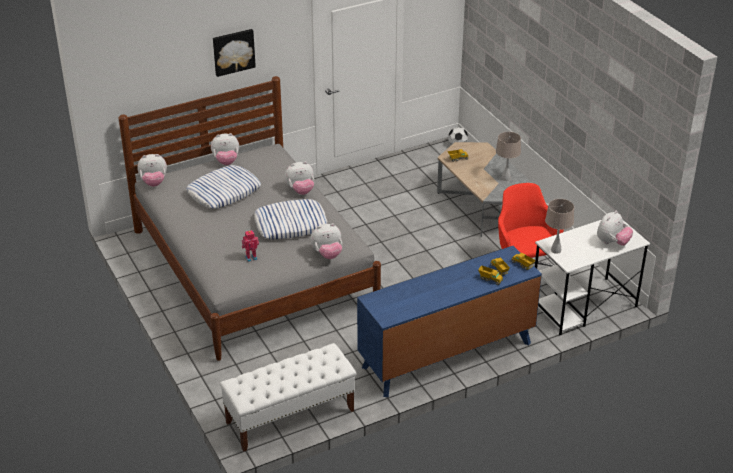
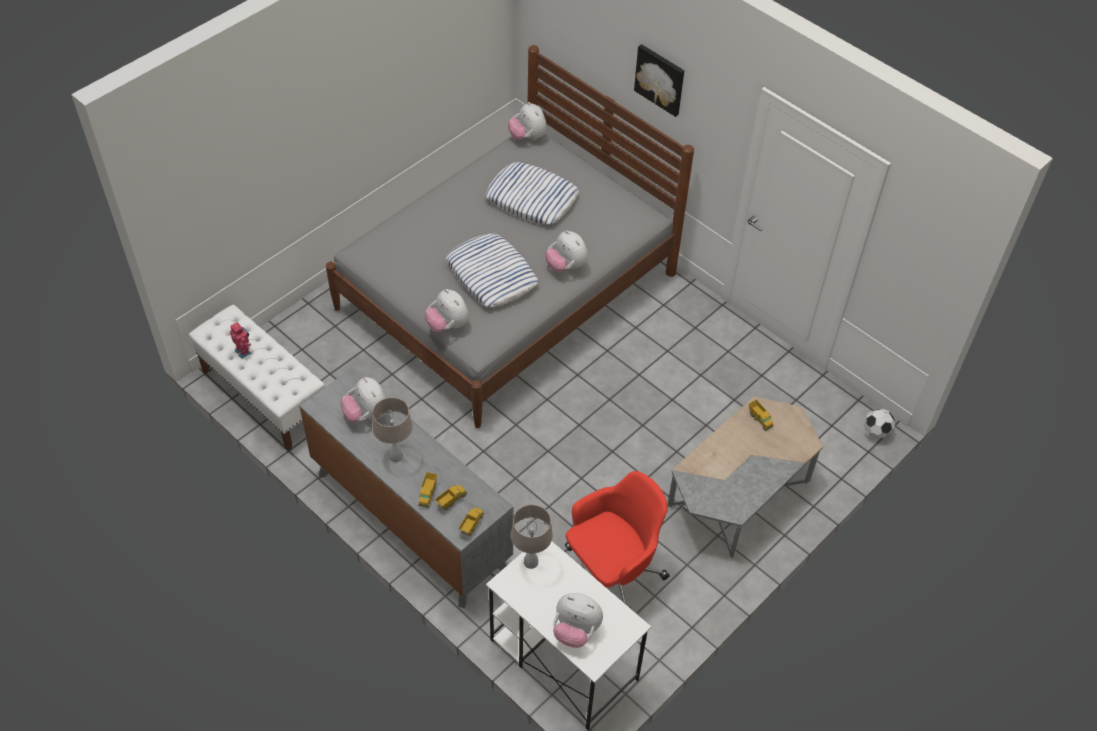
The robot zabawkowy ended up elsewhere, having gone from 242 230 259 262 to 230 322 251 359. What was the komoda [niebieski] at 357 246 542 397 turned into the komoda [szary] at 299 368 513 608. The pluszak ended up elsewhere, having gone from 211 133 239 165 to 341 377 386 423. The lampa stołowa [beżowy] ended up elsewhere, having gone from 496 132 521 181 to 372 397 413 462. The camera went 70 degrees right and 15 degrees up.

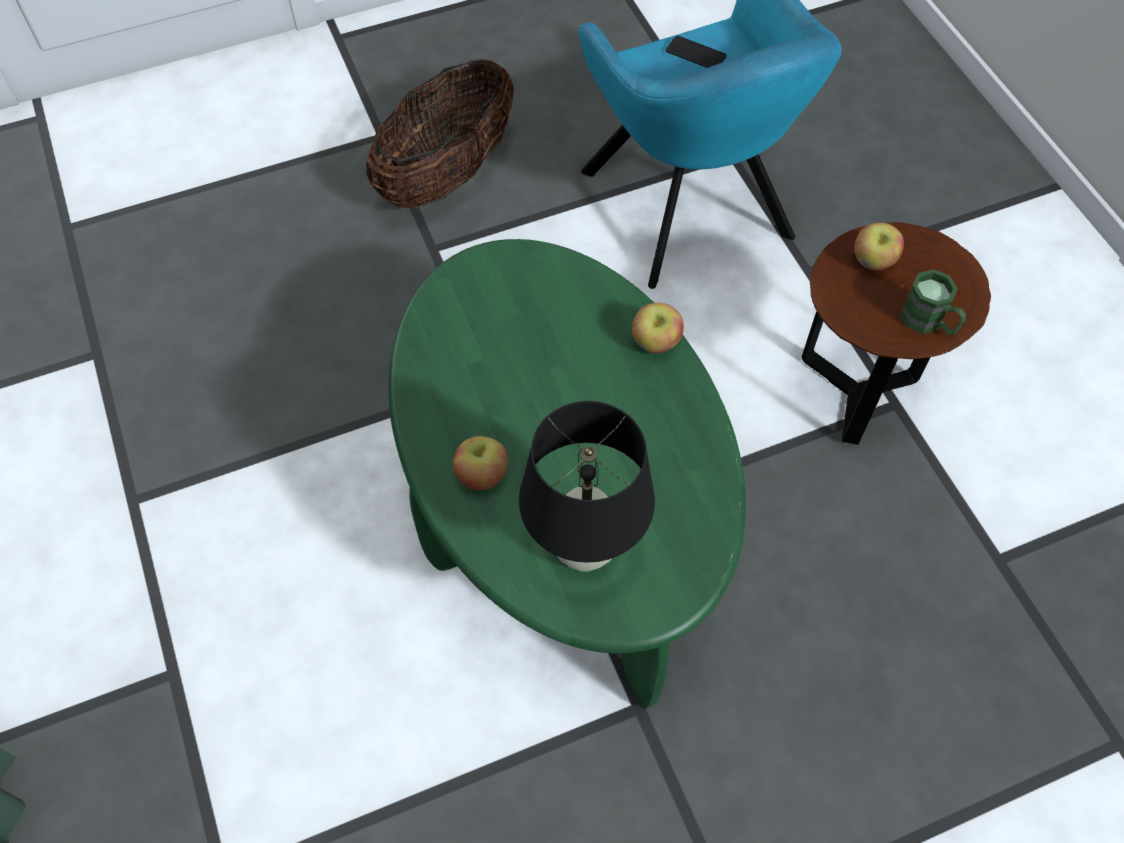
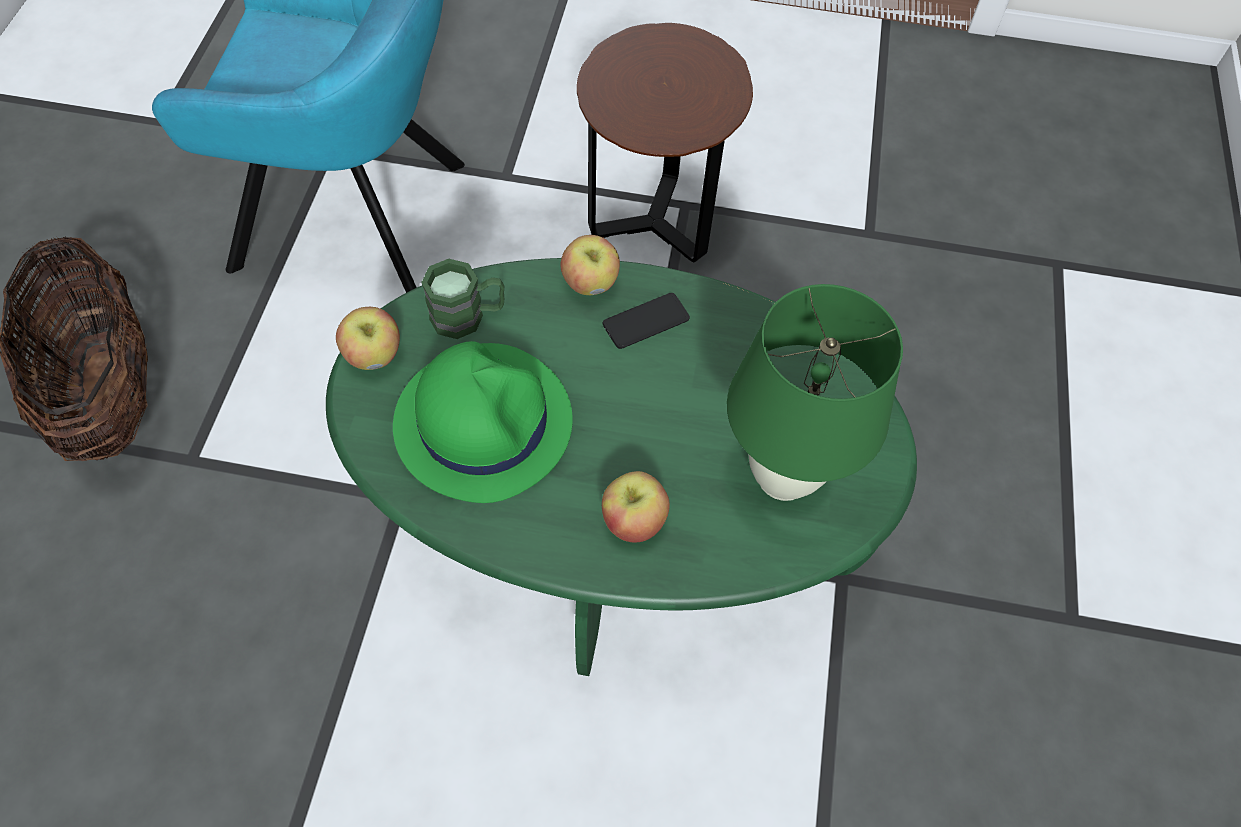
The jabłko ended up elsewhere, having gone from 854 223 904 271 to 336 307 400 370. The second view gained the kapelusz [zielony] at 393 341 572 503. The kubek [zielony] ended up elsewhere, having gone from 900 269 966 335 to 421 259 504 339. The telefon ended up elsewhere, having gone from 666 36 726 68 to 603 293 690 349. What was the lampa stołowa [czarny] at 519 401 655 571 turned into the lampa stołowa [zielony] at 727 284 903 501. The camera went 60 degrees left and 0 degrees up.

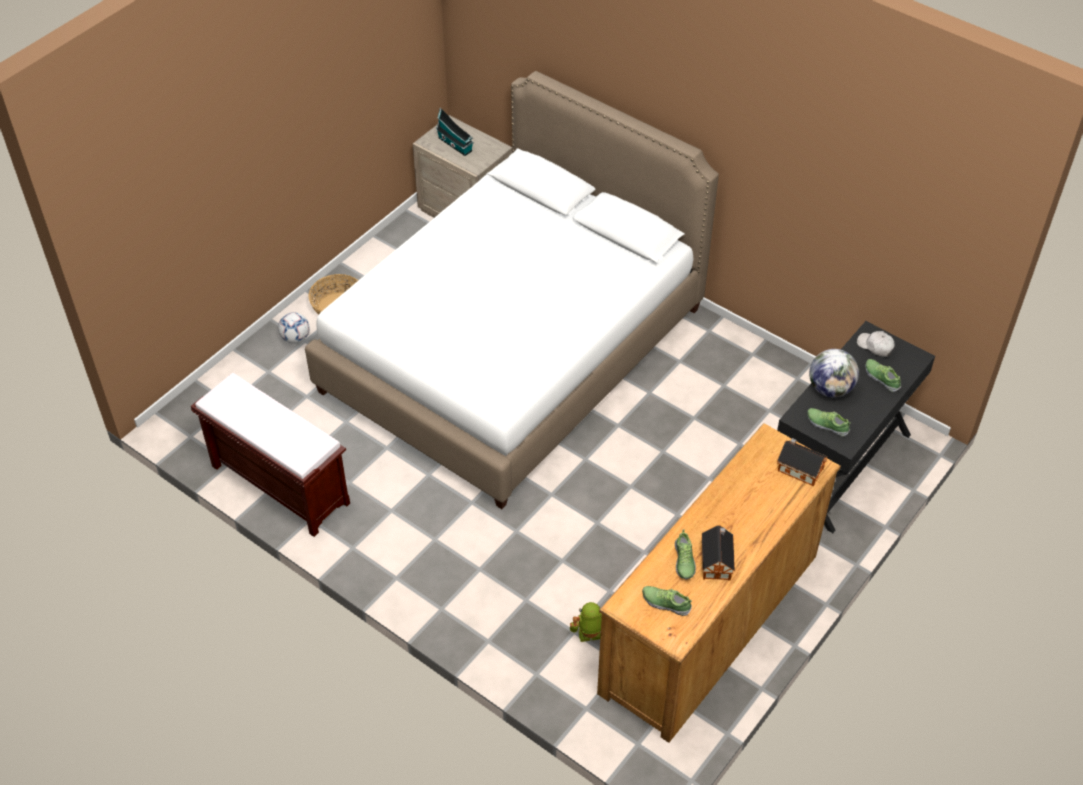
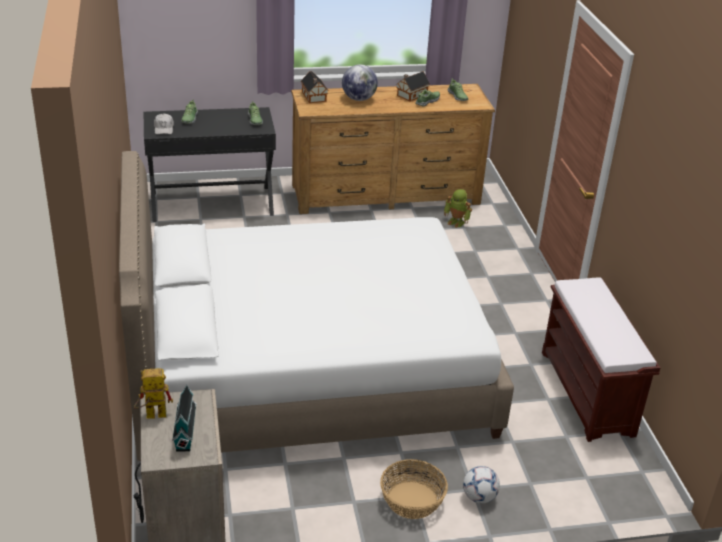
The second view gained the robot zabawkowy at 134 368 173 419. The globus ended up elsewhere, having gone from 809 349 859 398 to 342 64 378 101. The camera went 140 degrees left and 15 degrees down.

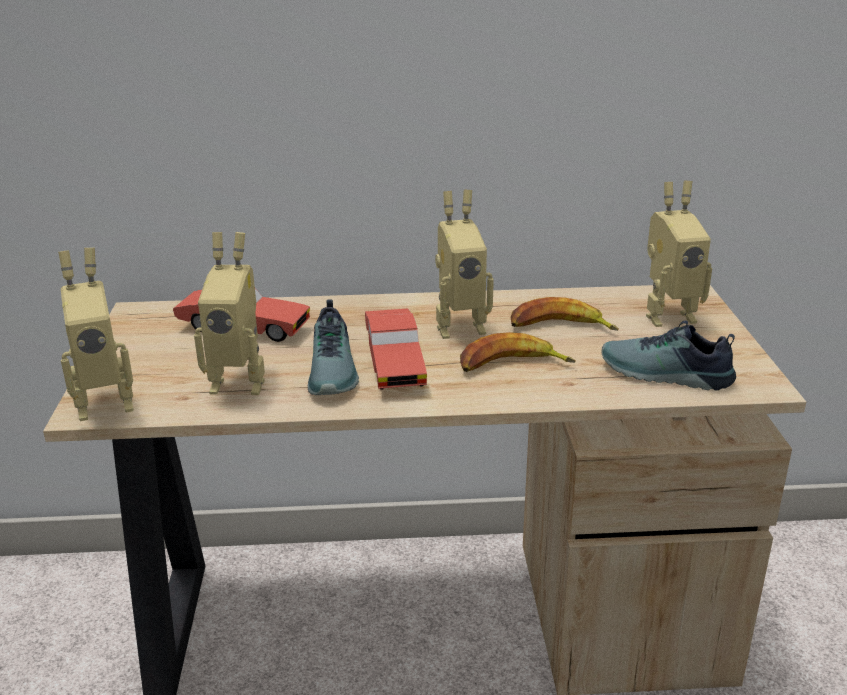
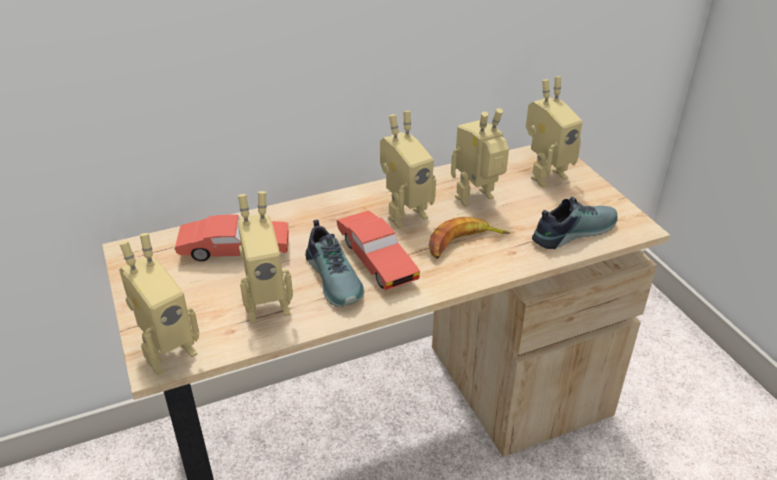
Where the banan stood at 511 297 618 331, the robot zabawkowy came to stand at 451 108 509 207. The but at 601 321 736 391 ended up facing another way, 150 degrees clockwise from before. The camera went 20 degrees left and 10 degrees up.

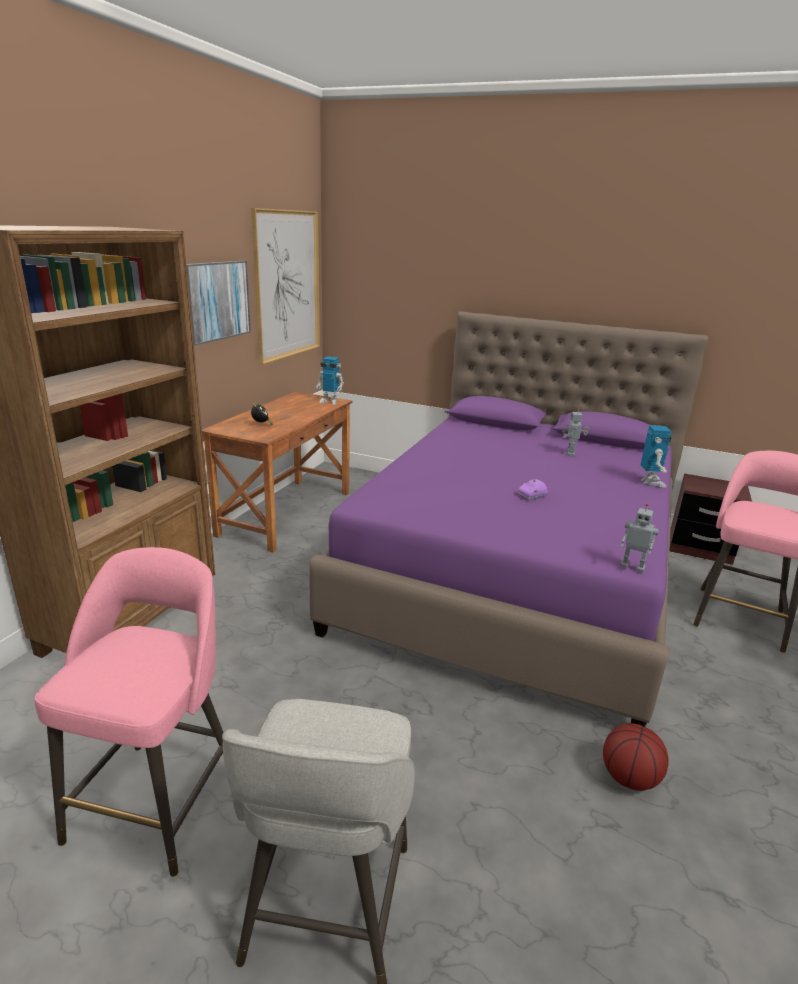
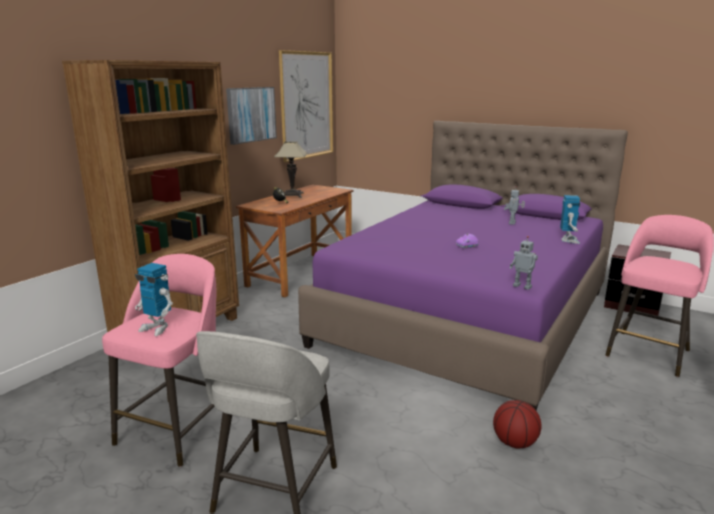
The robot zabawkowy ended up elsewhere, having gone from 316 356 344 405 to 135 263 173 336. The second view gained the lampa stołowa at 274 141 307 198. The camera went 10 degrees right and 5 degrees down.

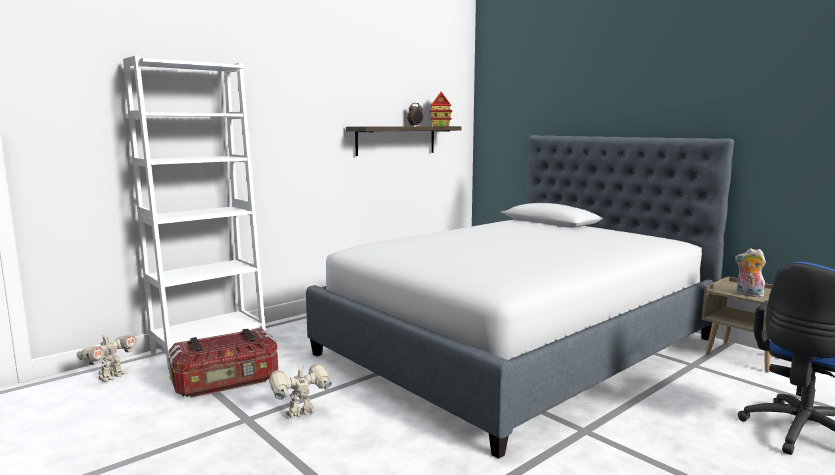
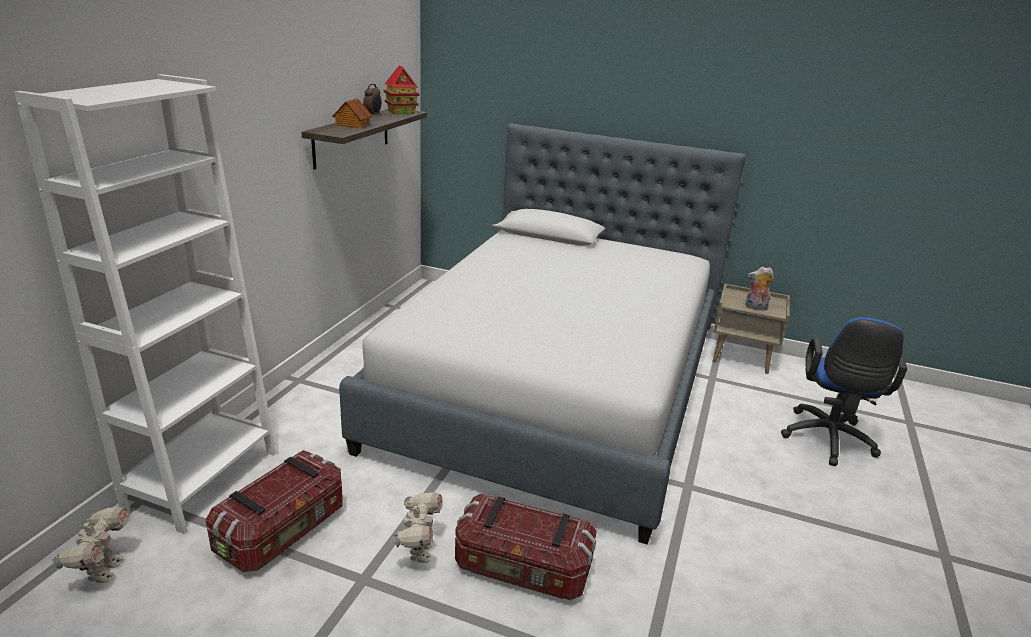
The second view gained the domek at 332 98 372 128. The robot zabawkowy at 269 364 332 418 ended up facing another way, 150 degrees clockwise from before. The second view gained the pojemnik do przechowywania at 455 493 597 600. The camera went 30 degrees left and 15 degrees up.

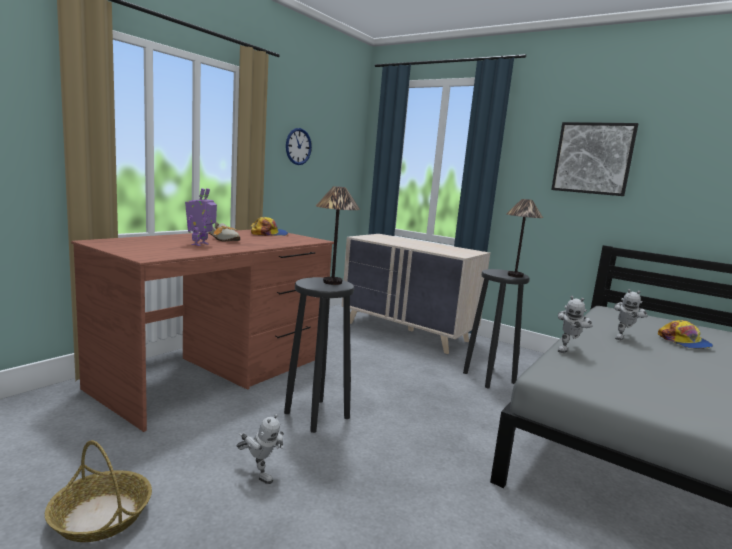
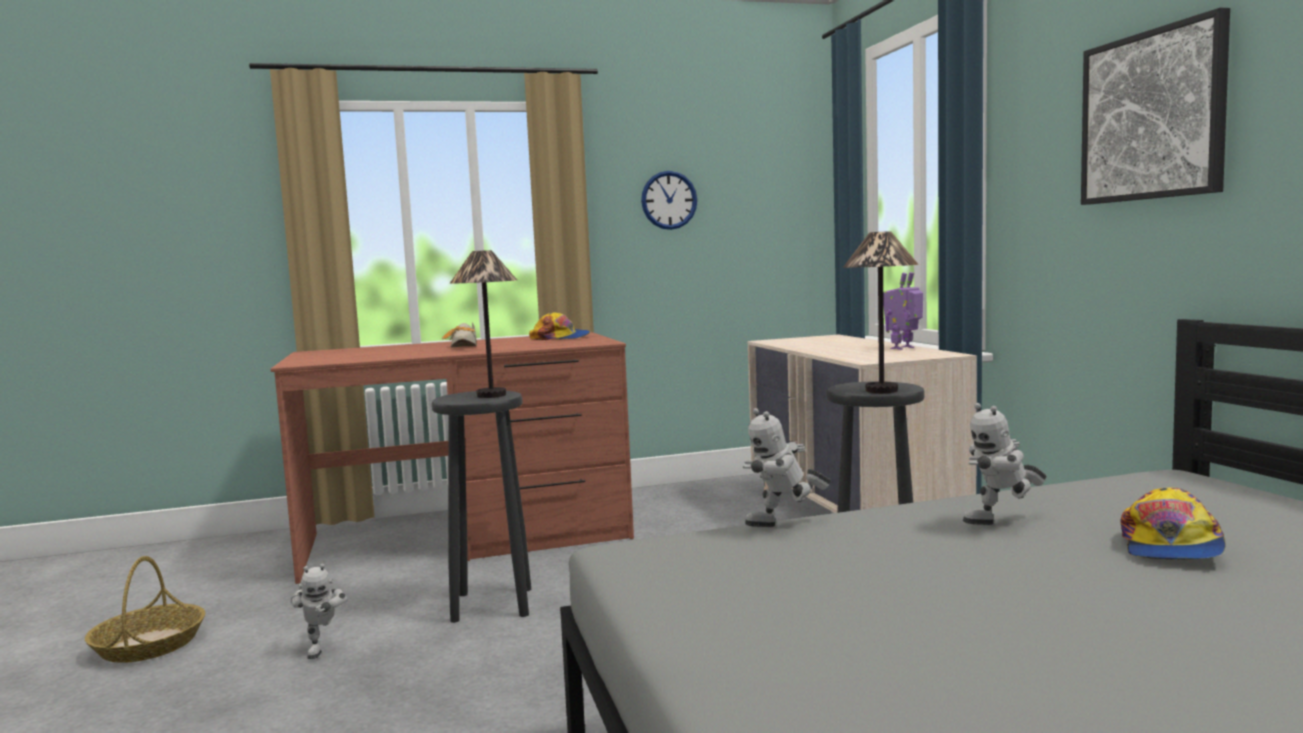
The robot zabawkowy ended up elsewhere, having gone from 185 188 217 246 to 883 272 923 350. The camera went 40 degrees right and 5 degrees down.

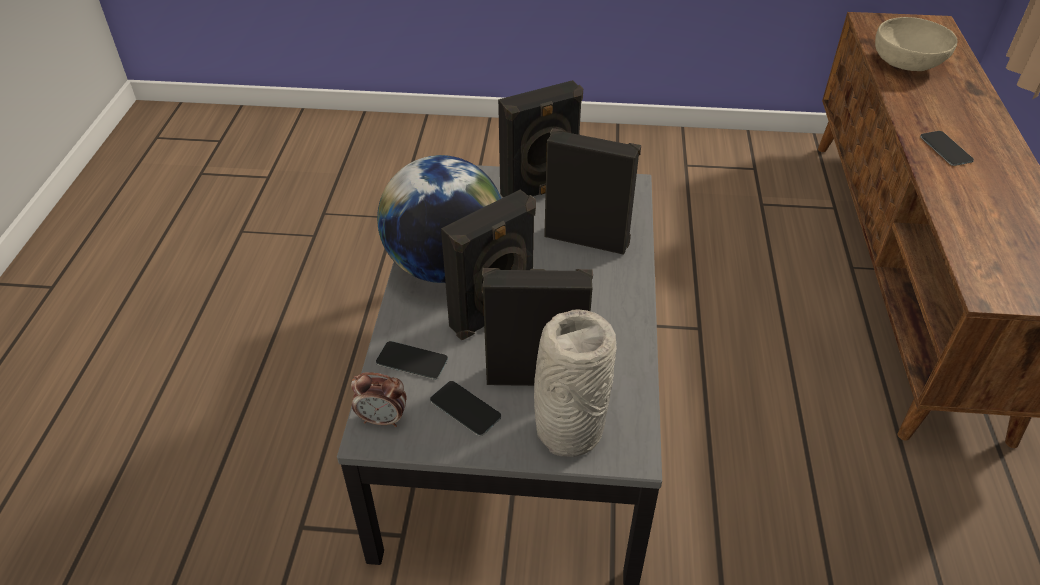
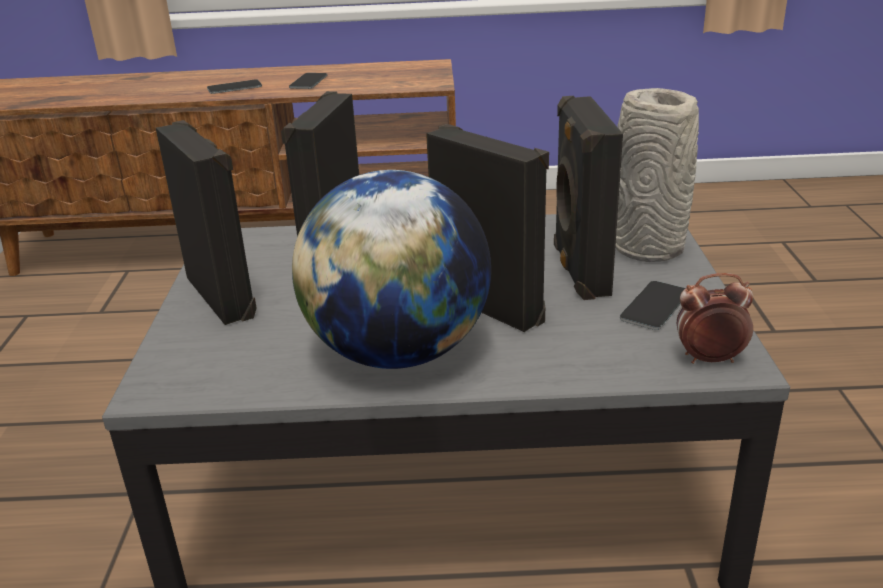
The telefon ended up elsewhere, having gone from 376 341 448 380 to 289 73 327 89. The budzik at 351 372 407 427 ended up facing another way, 90 degrees counterclockwise from before. The second view lost the miska [beżowy] at 875 17 957 71. The camera went 95 degrees left and 15 degrees down.

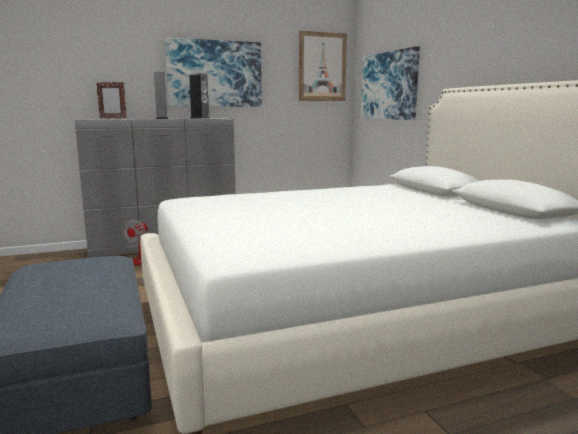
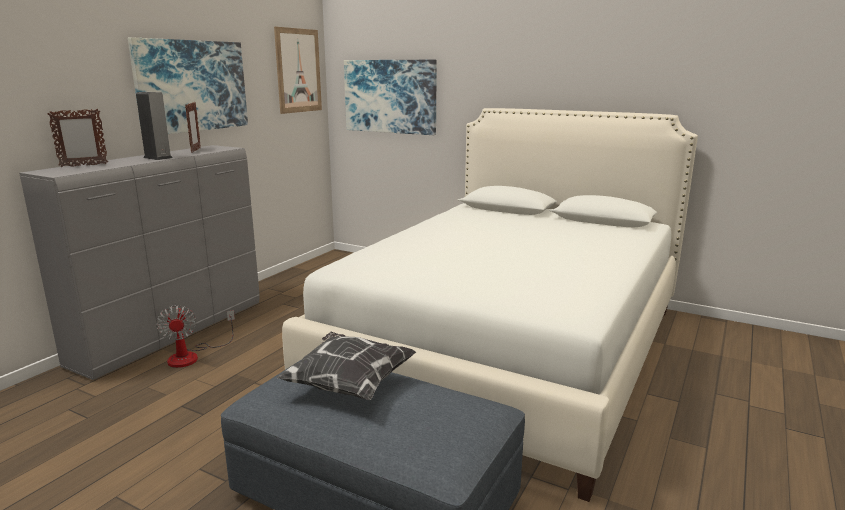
Where the głośnik stood at 189 73 210 119, the ramka na zdjęcie came to stand at 185 102 201 153. The second view gained the poduszka at 277 331 416 400. The camera went 40 degrees left and 5 degrees up.

